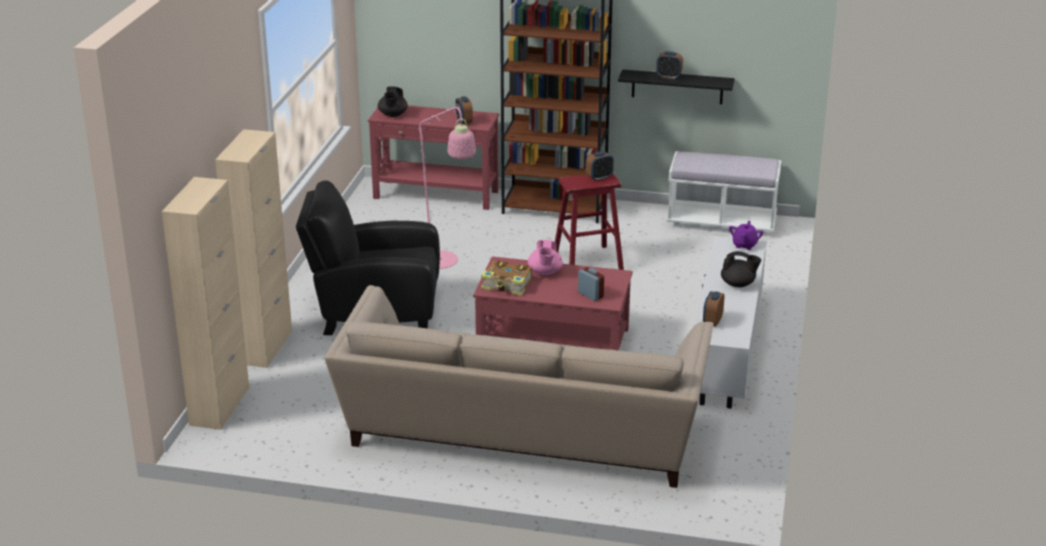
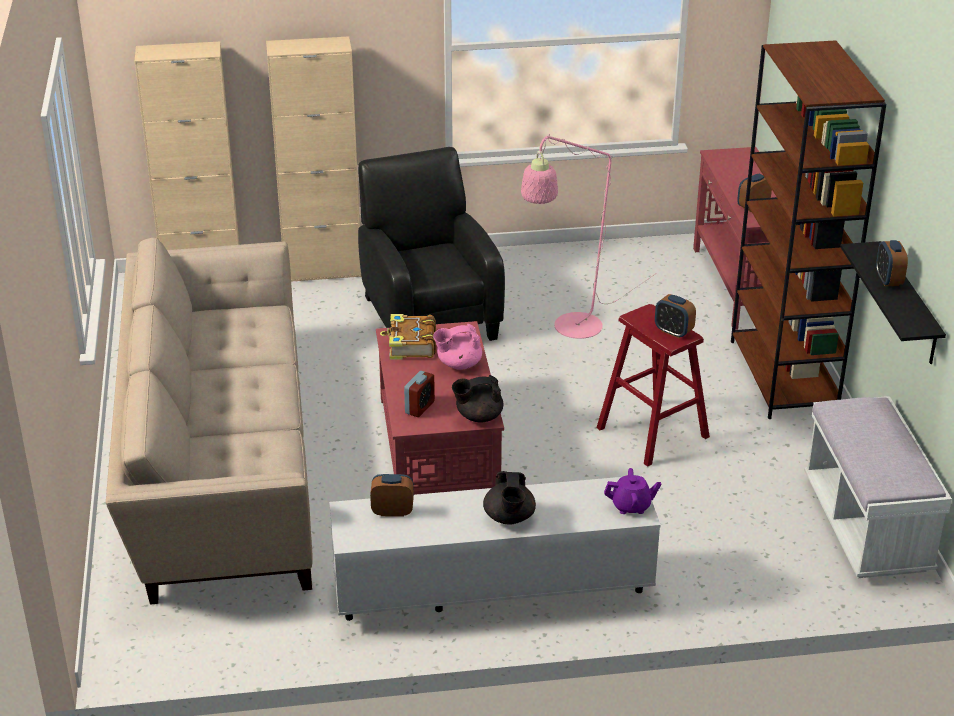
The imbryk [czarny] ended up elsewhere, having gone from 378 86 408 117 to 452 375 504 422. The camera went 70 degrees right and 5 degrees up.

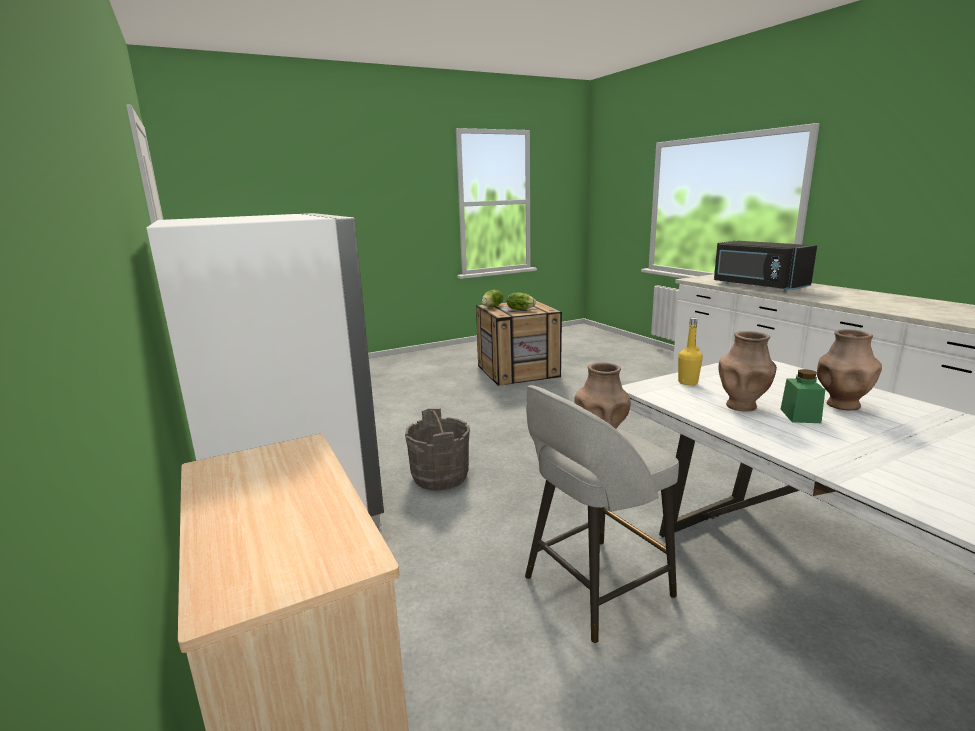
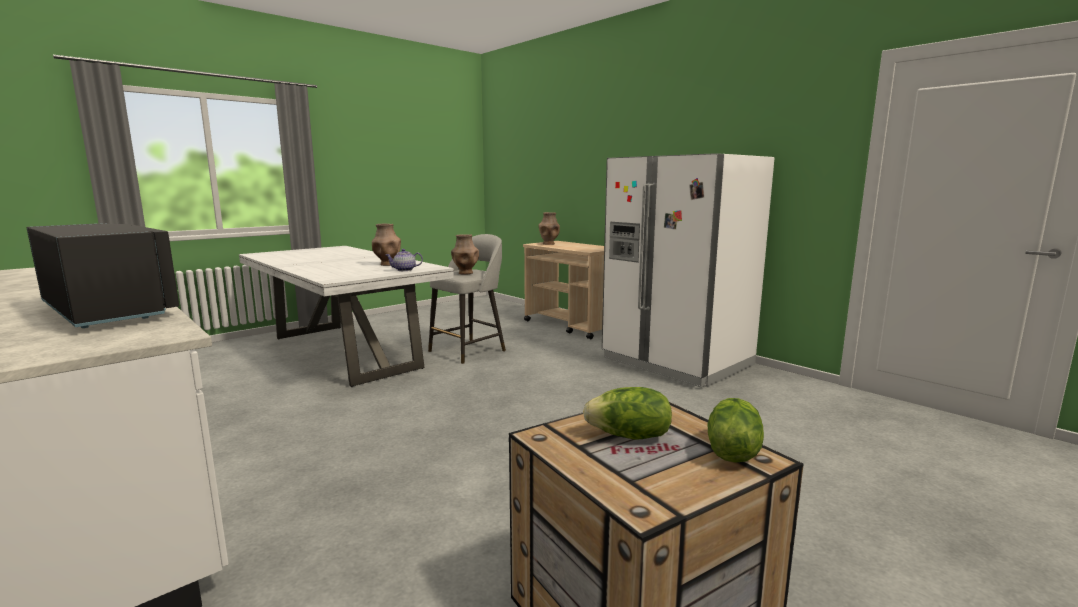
Where the butelka [żółty] stood at 678 318 703 385, the imbryk came to stand at 386 249 423 271. The wazon [brązowy] ended up elsewhere, having gone from 817 329 882 410 to 539 212 560 245. The second view lost the wiadro [szary] at 405 409 470 491. The second view lost the słoik [zielony] at 781 369 825 423. The camera went 165 degrees right and 5 degrees down.

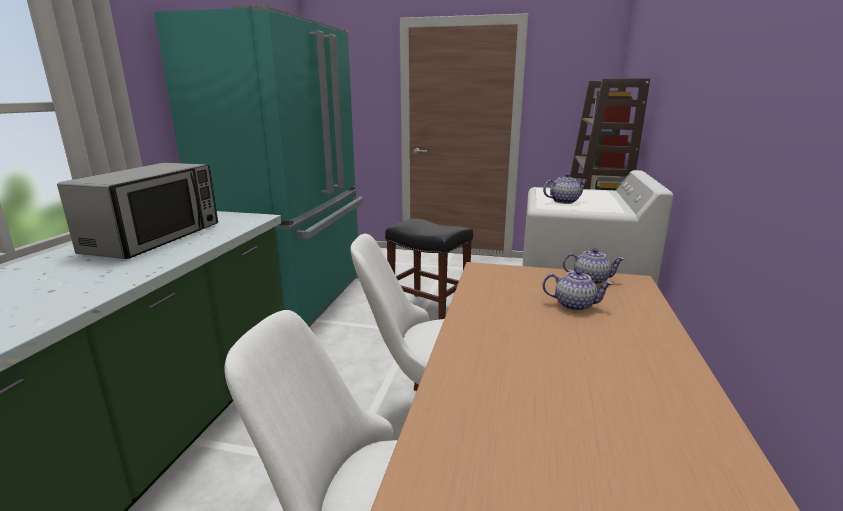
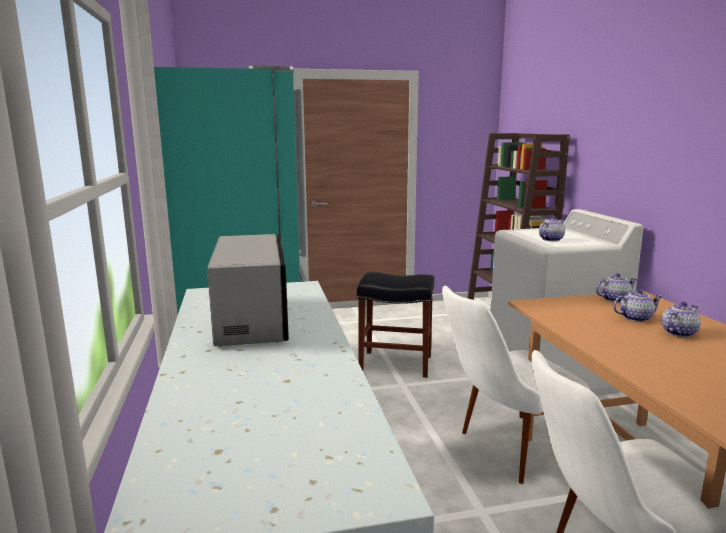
The second view gained the imbryk at 662 302 701 337. The camera went 25 degrees left and 5 degrees down.

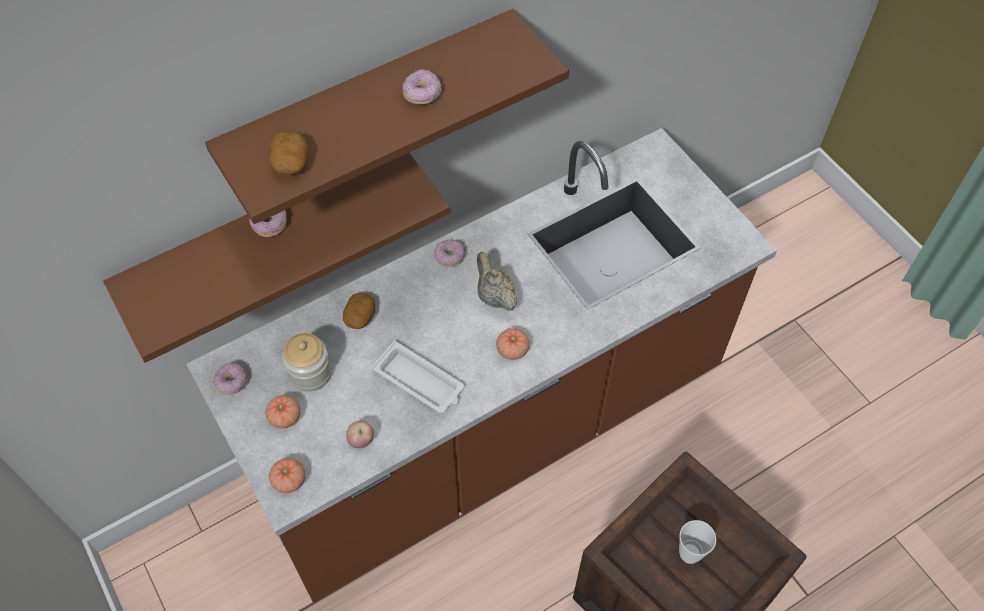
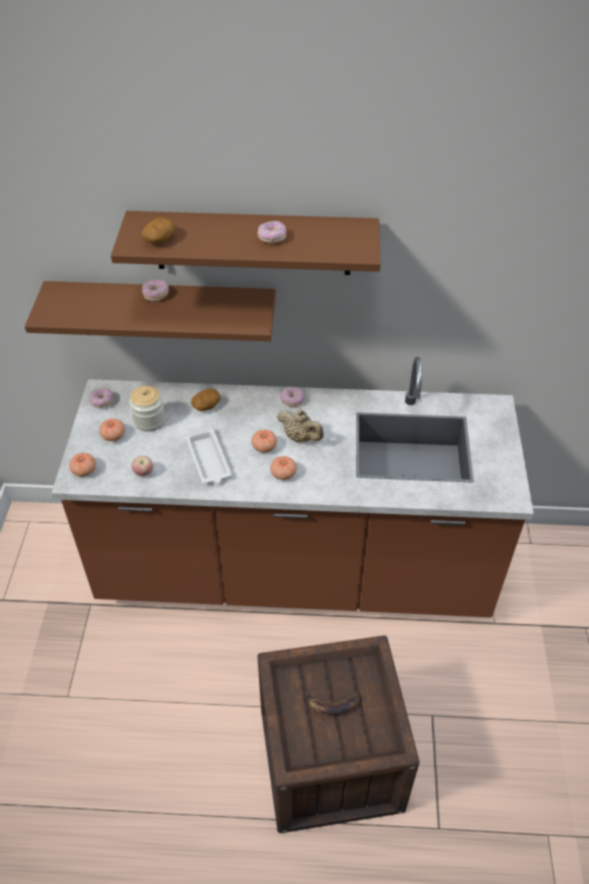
The second view gained the pomidor at 251 429 277 453. The imbryk [beżowy] at 477 252 517 311 ended up facing another way, 120 degrees clockwise from before. Where the filiżanka stood at 679 520 716 564, the banan came to stand at 306 692 360 715. The camera went 35 degrees right and 10 degrees down.

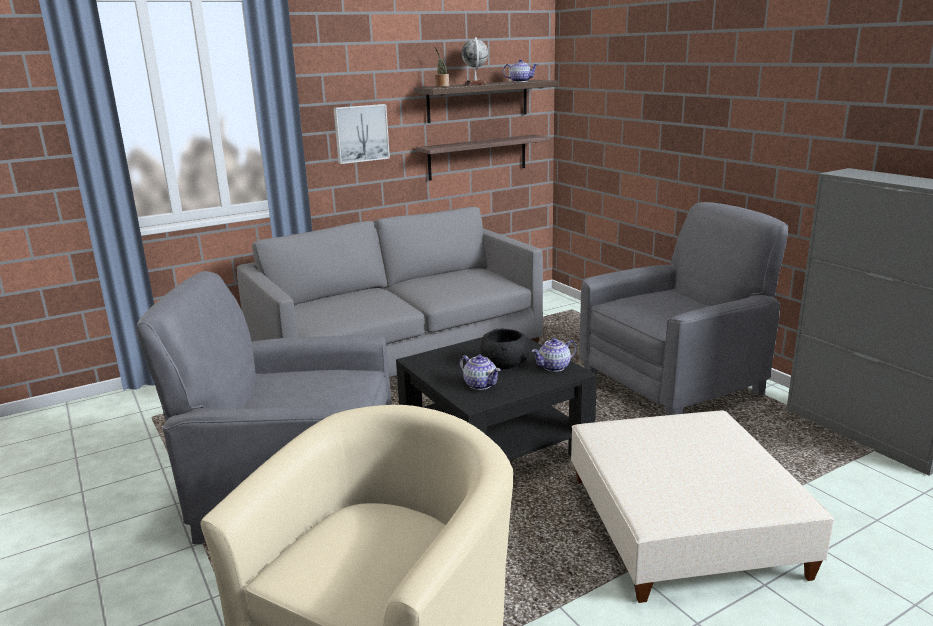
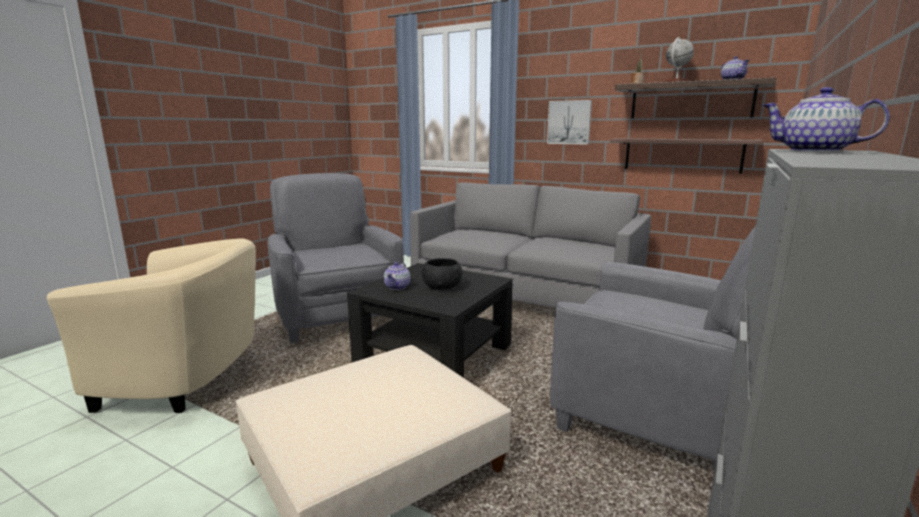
The imbryk ended up elsewhere, having gone from 532 338 577 372 to 762 87 890 152. The camera went 60 degrees right and 5 degrees down.

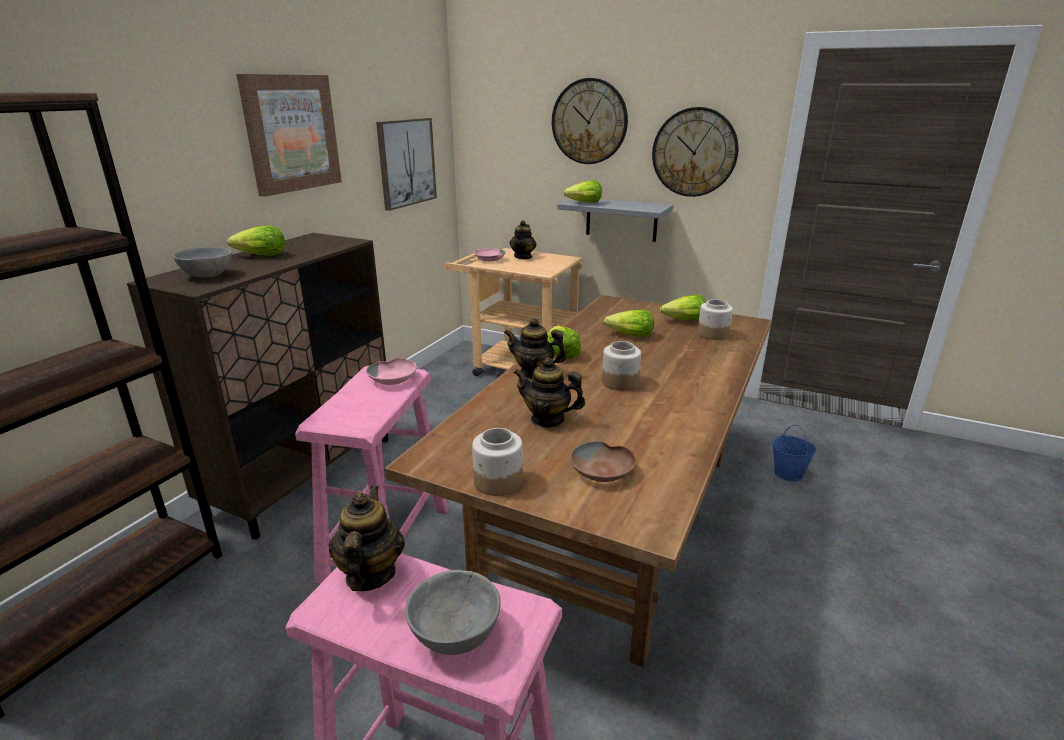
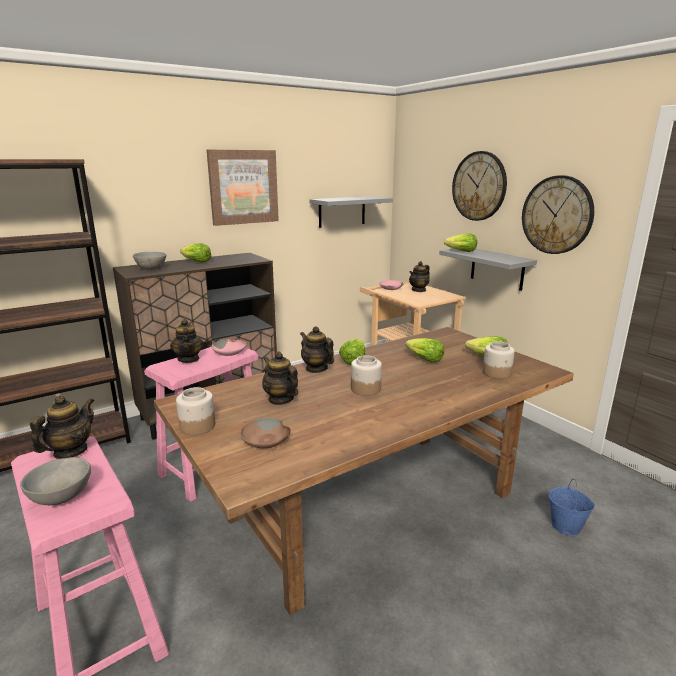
The second view gained the imbryk at 170 319 204 363. Where the obraz hung at 376 118 437 211, the półka [szary] came to hang at 310 196 393 228. The camera went 30 degrees right and 5 degrees down.

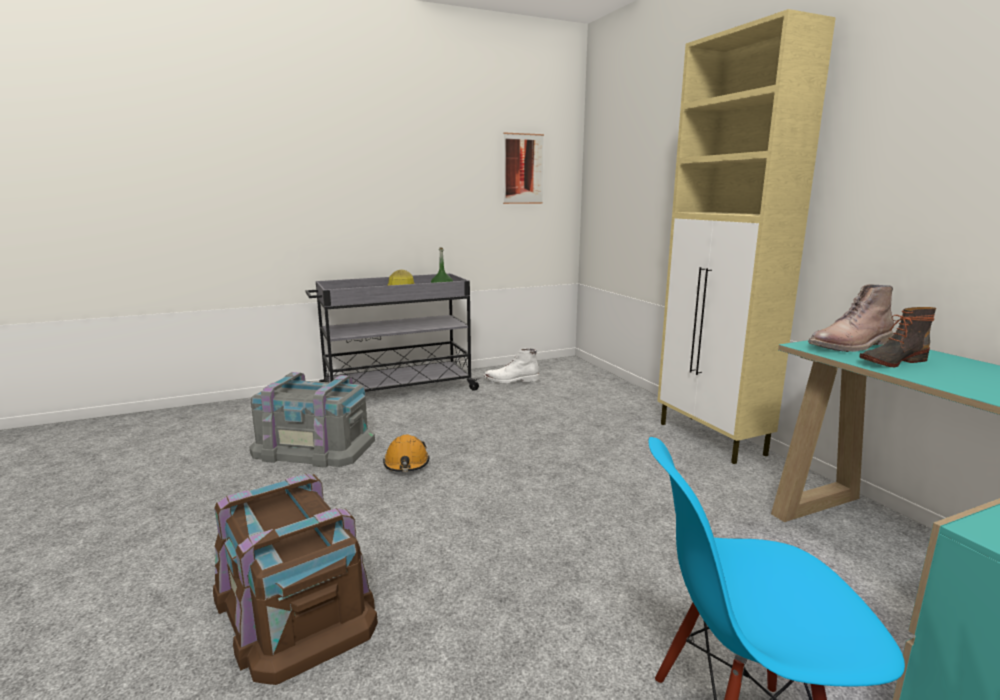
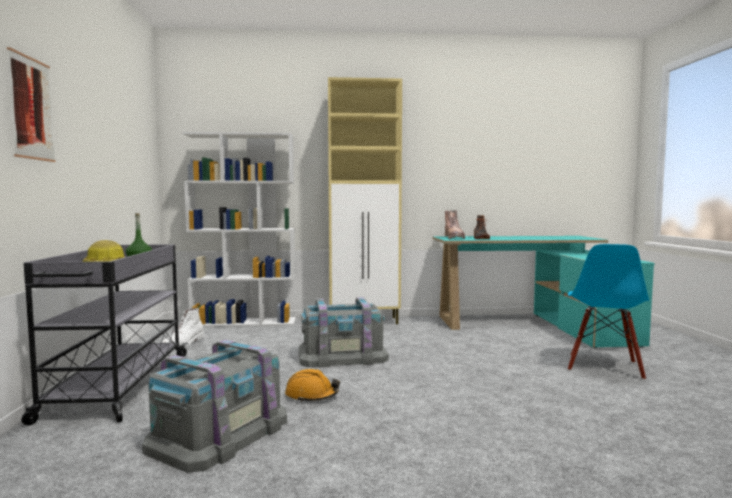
The obraz ended up elsewhere, having gone from 503 132 544 204 to 7 47 56 162. The second view gained the regał [biały] at 182 132 296 327. The second view gained the pojemnik do przechowywania [szary] at 299 297 389 368. The second view lost the pojemnik do przechowywania [brązowy] at 213 473 378 685. The camera went 70 degrees left and 10 degrees down.

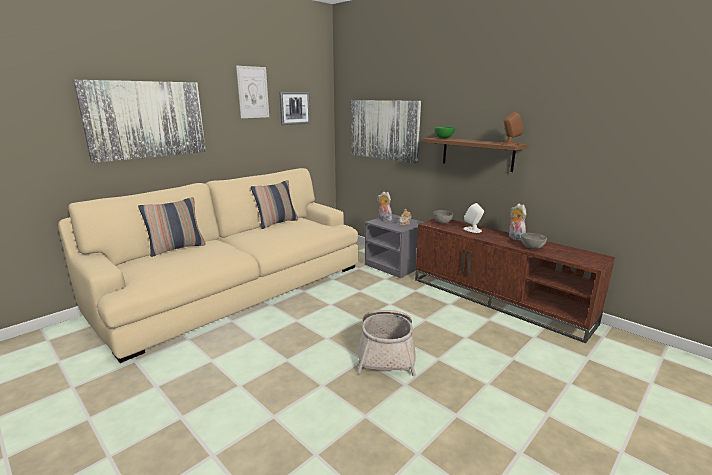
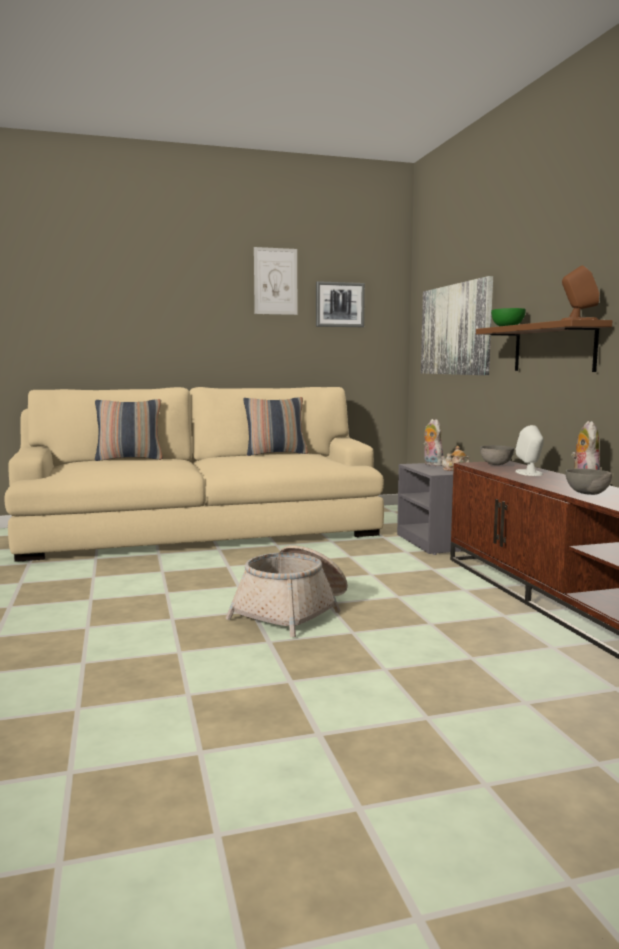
The second view lost the obraz at 73 80 206 163. The camera went 30 degrees right and 10 degrees down.

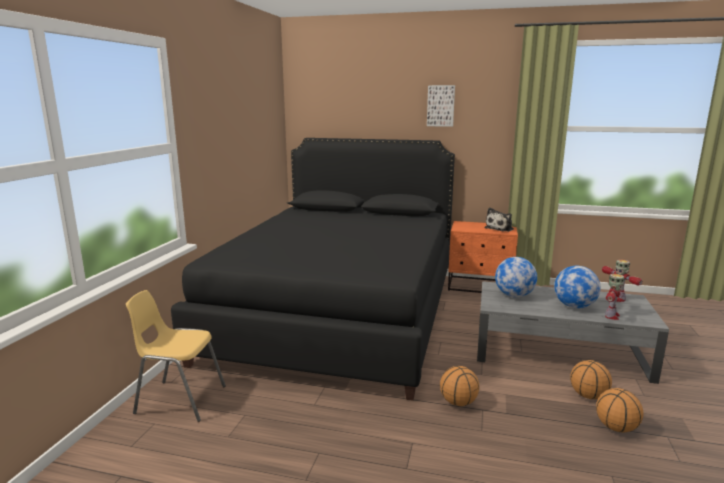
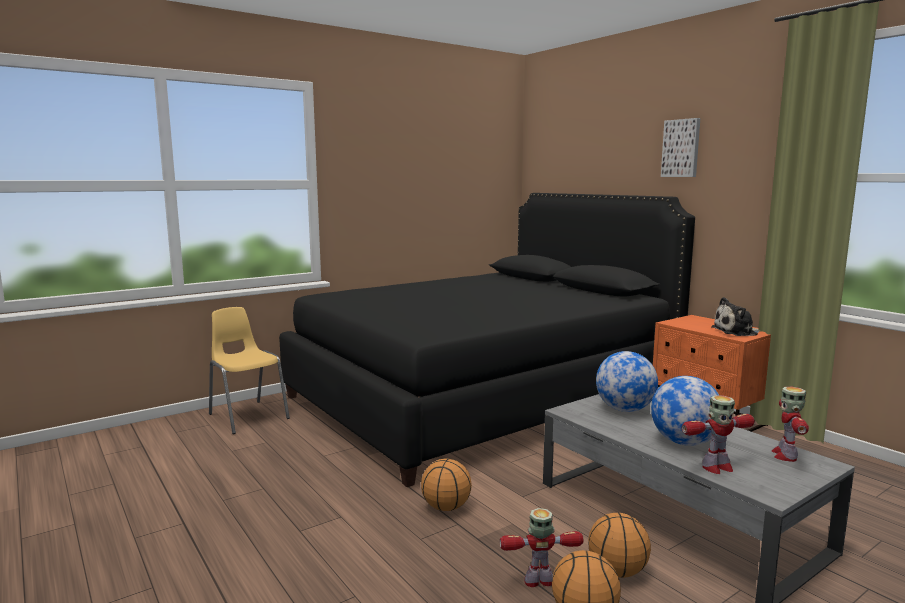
The second view gained the robot zabawkowy at 500 508 583 587. The camera went 40 degrees right and 5 degrees down.

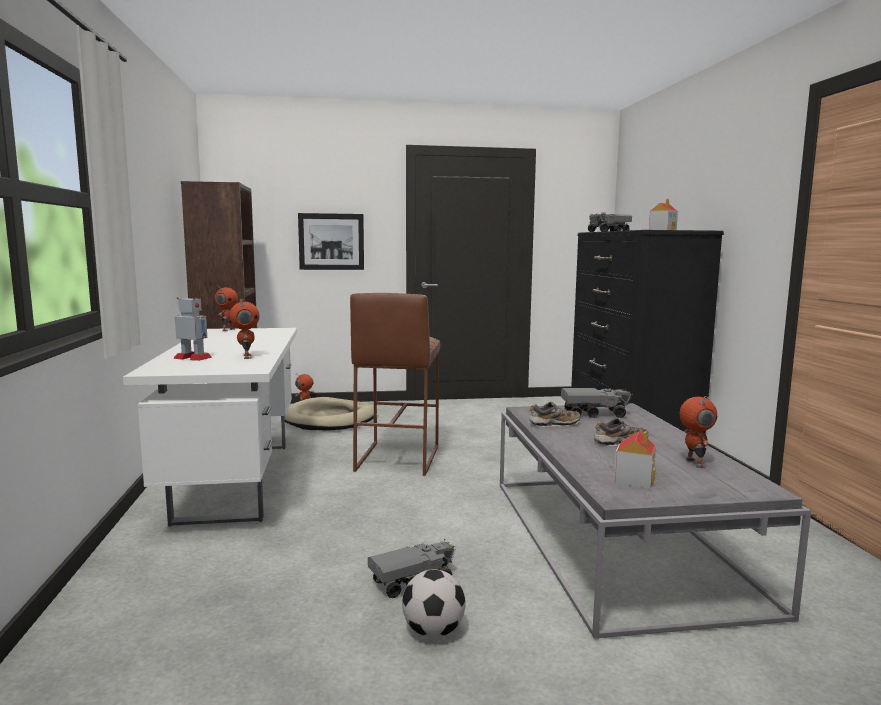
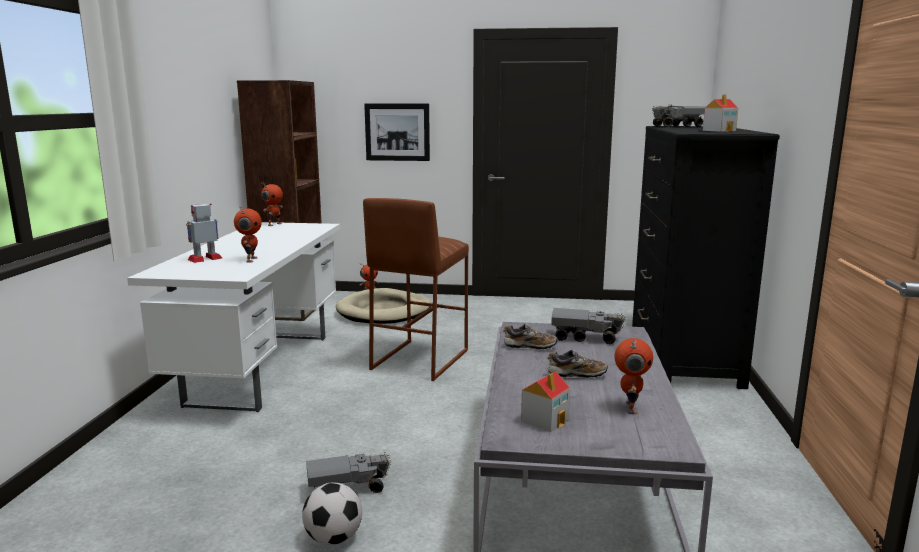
The robot zabawkowy at 173 297 212 361 ended up facing another way, 75 degrees counterclockwise from before. The camera went 15 degrees right and 5 degrees up.

